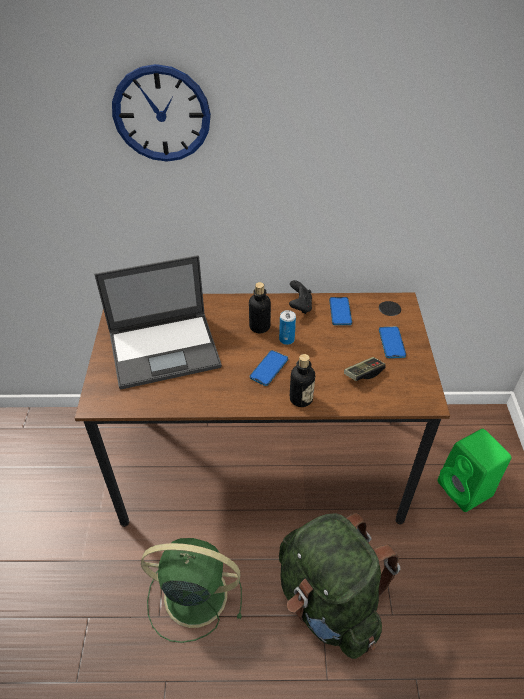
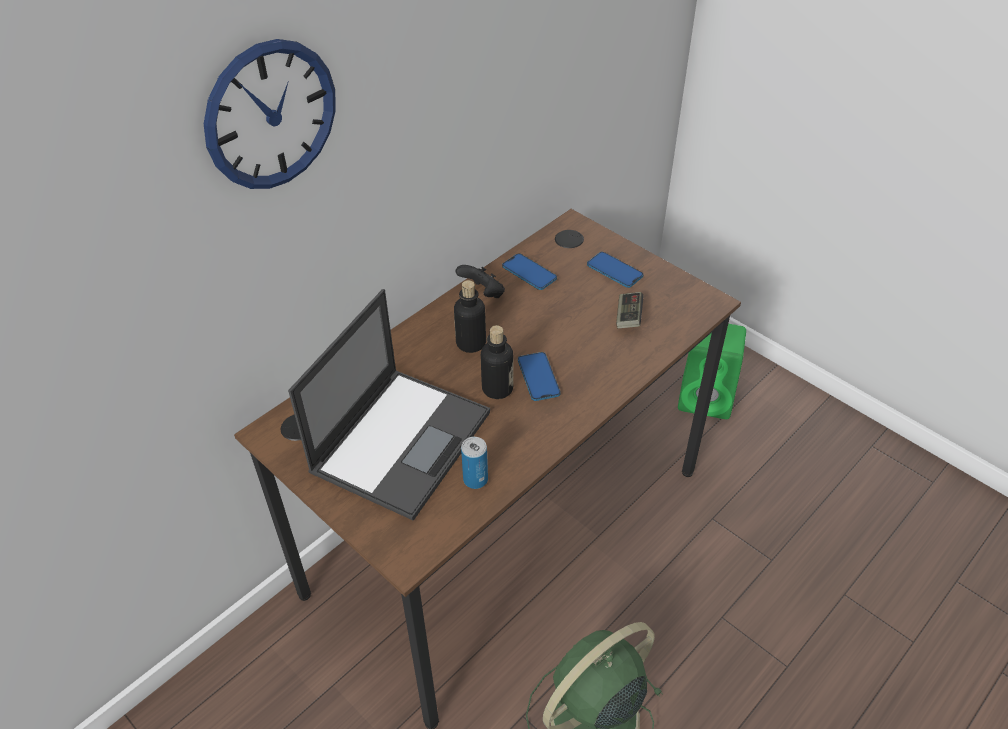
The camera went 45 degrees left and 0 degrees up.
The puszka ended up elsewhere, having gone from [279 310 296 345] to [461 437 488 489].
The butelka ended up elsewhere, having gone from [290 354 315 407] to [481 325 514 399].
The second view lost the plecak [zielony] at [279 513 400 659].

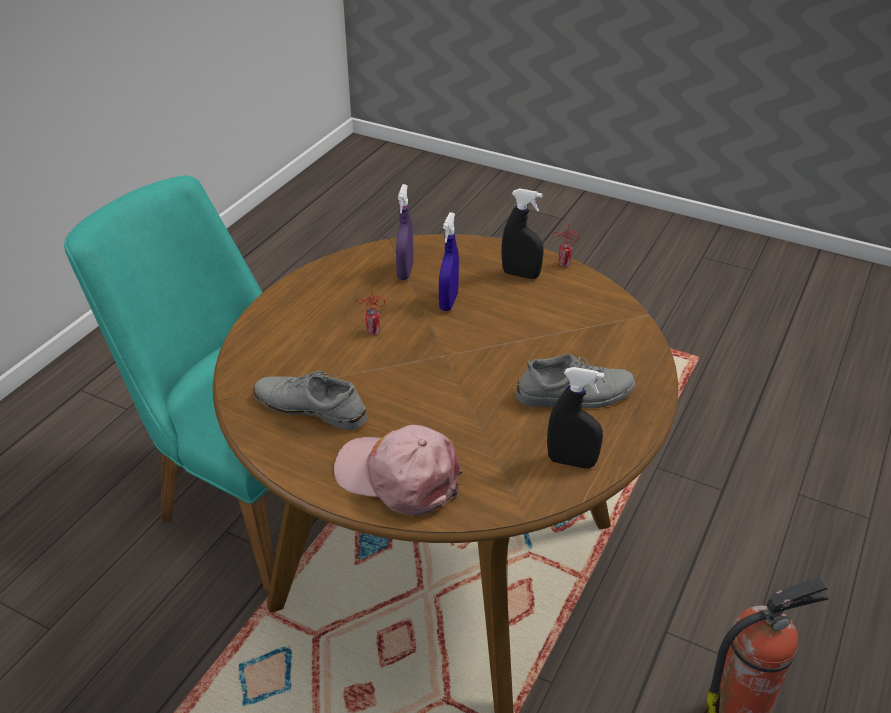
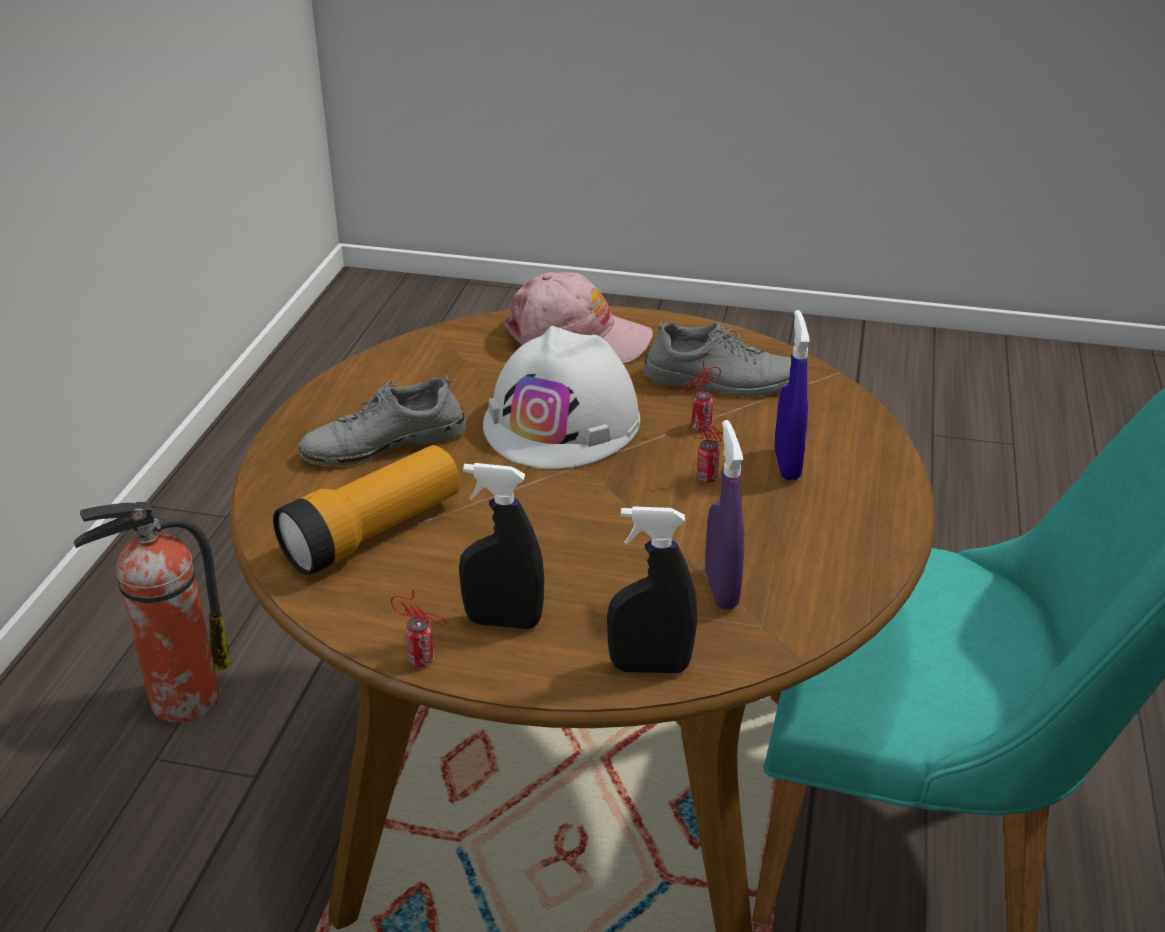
The camera went 165 degrees right and 5 degrees down.
The spryskiwacz [niebieski] ended up elsewhere, having gone from [439 212 459 311] to [775 310 810 480].
The spryskiwacz [czarny] ended up elsewhere, having gone from [547 367 604 469] to [607 506 697 673].
The second view gained the kask [biały] at [483 326 640 469].
The second view gained the puszka at [680 360 721 431].
The second view gained the latarka at [273 445 459 575].

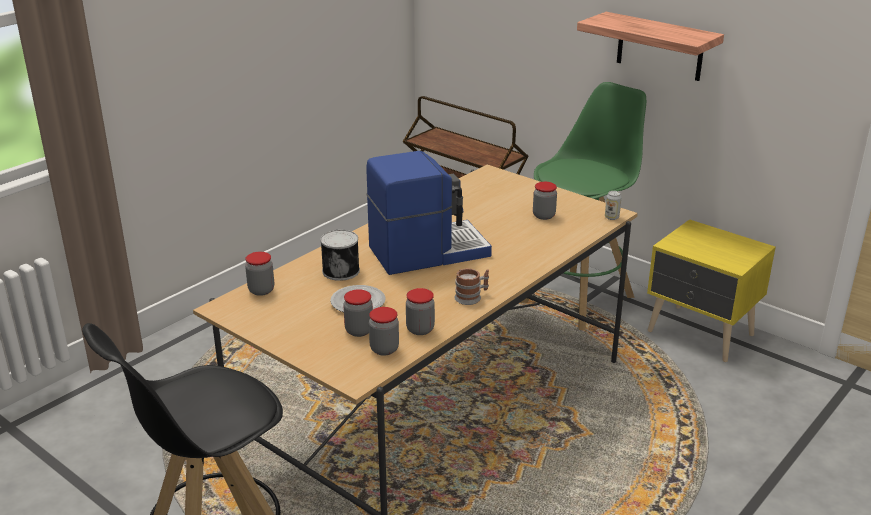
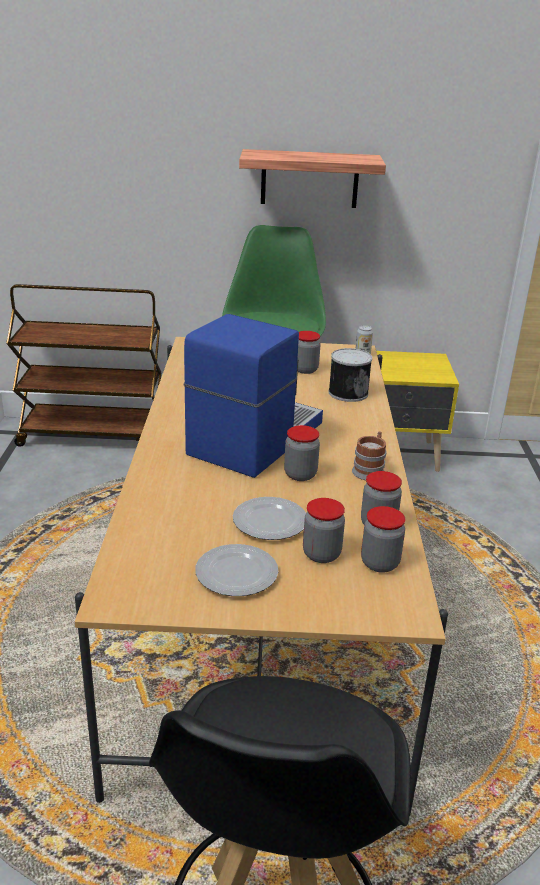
The camera went 40 degrees left and 0 degrees up.
The puszka ended up elsewhere, having gone from [320 230 360 281] to [328 348 372 402].
The słoik ended up elsewhere, having gone from [245 252 274 296] to [284 425 320 481].
The second view gained the talerz at [195 544 278 596].

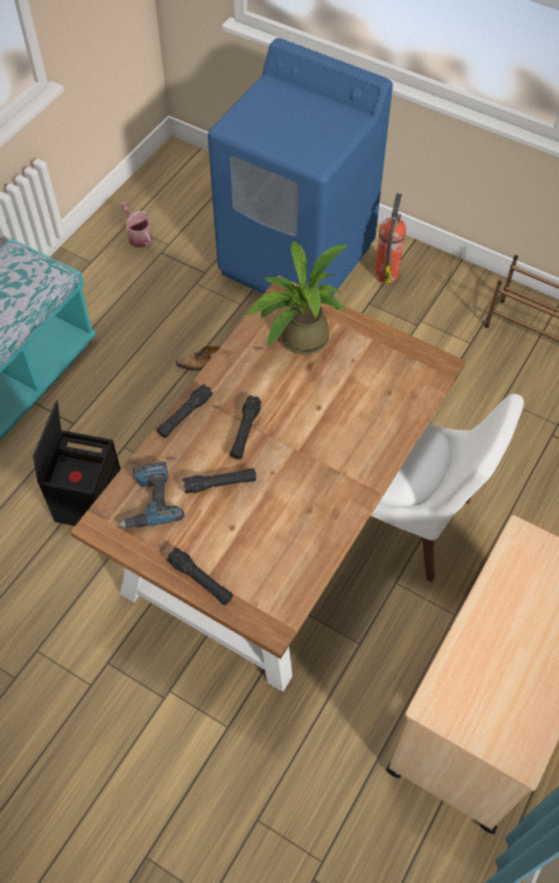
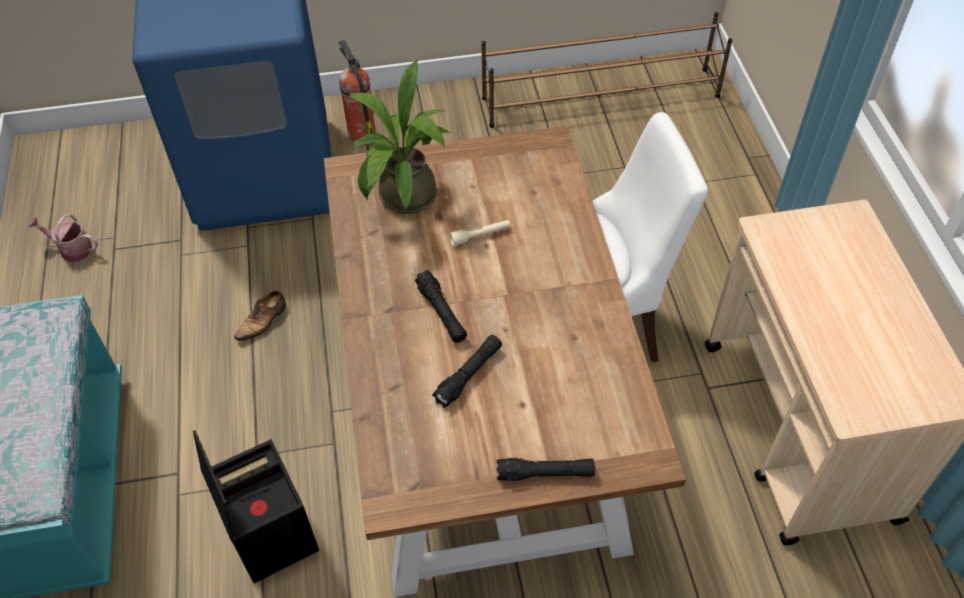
The camera went 40 degrees left and 5 degrees down.
The second view lost the latarka [czarny] at [157 384 213 438].
The second view lost the wiertarka at [119 462 185 528].
The second view gained the latarka [beżowy] at [449 220 510 247].

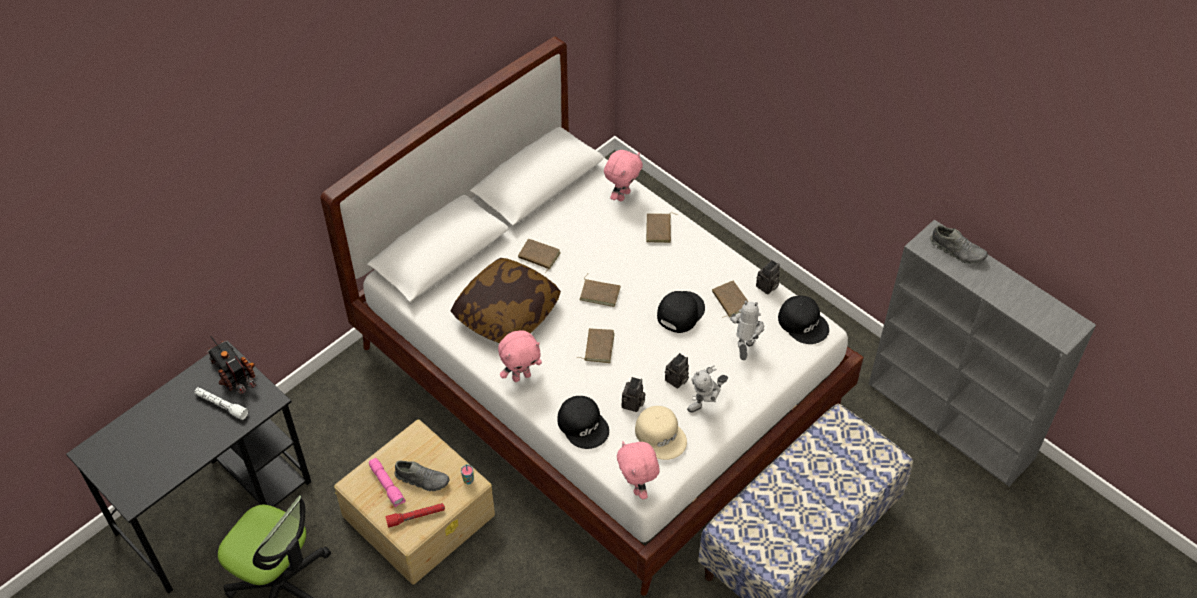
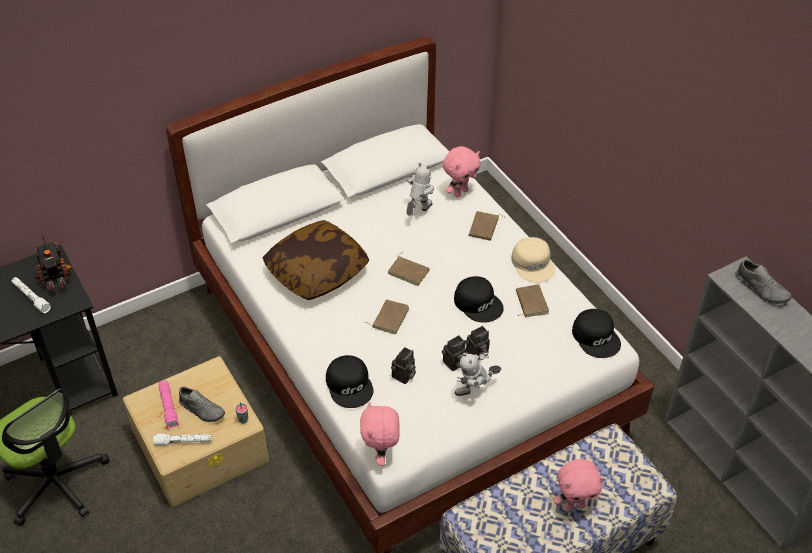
The camera went 15 degrees right and 5 degrees down.
The second view lost the książka [brązowy] at [518 239 560 273].
The aparat fotograficzny ended up elsewhere, having gone from [756 260 780 294] to [465 326 490 357].
The czapka z daszkiem [czarny] at [657 291 705 333] ended up facing another way, 90 degrees clockwise from before.
The robot zabawkowy ended up elsewhere, having gone from [730 301 764 360] to [406 163 434 216].
The pluszak [różowy] ended up elsewhere, having gone from [498 330 542 382] to [554 459 604 511].
The czapka z daszkiem [beżowy] ended up elsewhere, having gone from [635 406 687 460] to [511 237 555 283].
What was the latarka [czerwony] at [385 503 445 528] turned into the latarka [biały] at [153 434 212 446].

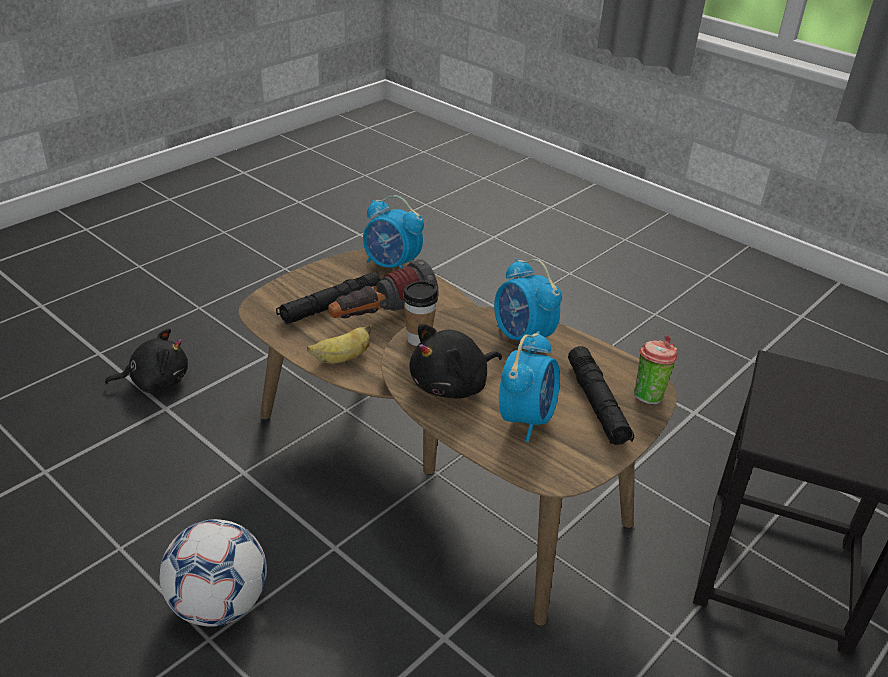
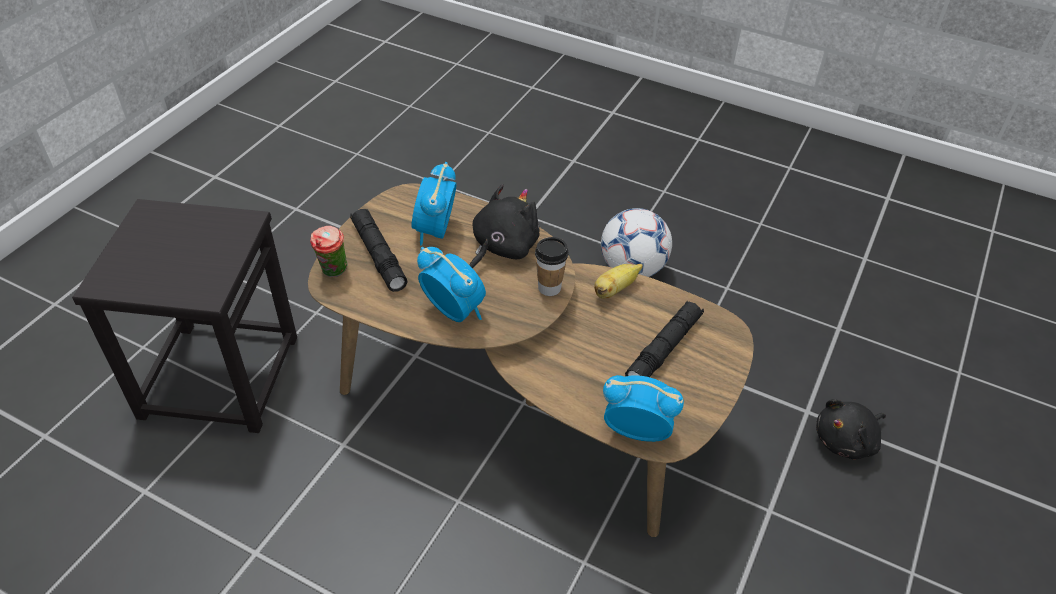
The camera went 165 degrees right and 10 degrees up.
The second view lost the latarka at [328 259 439 318].

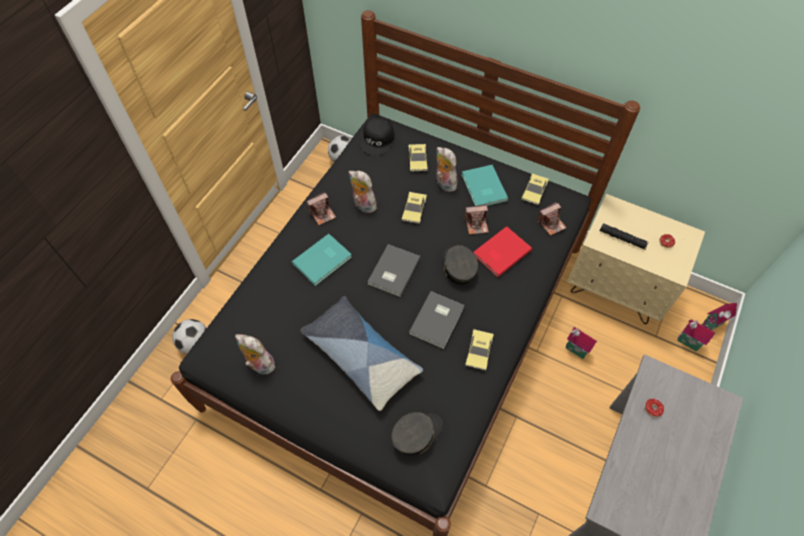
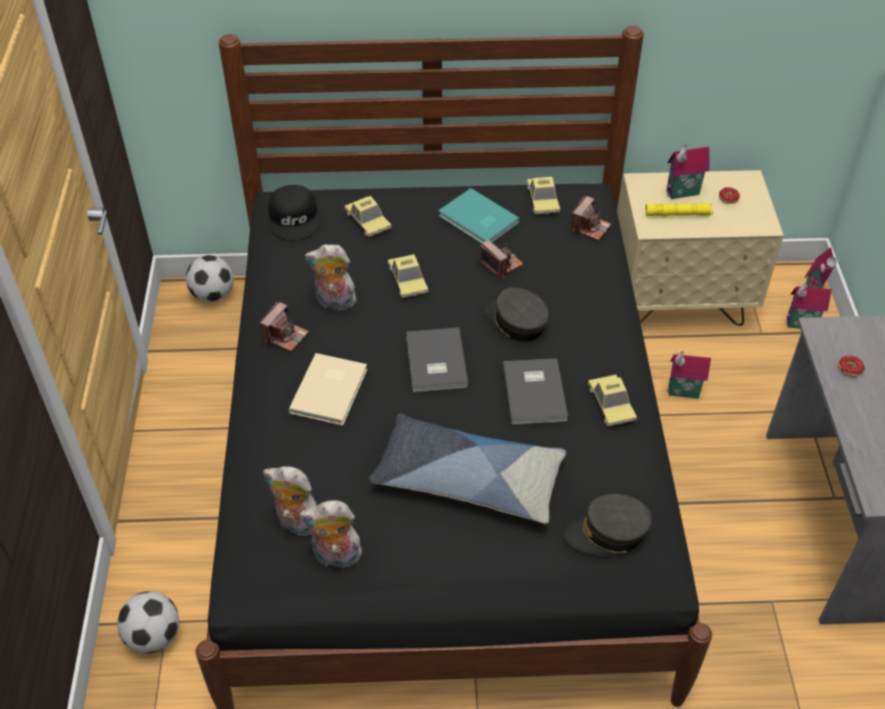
The camera went 30 degrees left and 10 degrees down.
The pluszak ended up elsewhere, having gone from [436 147 458 192] to [263 466 317 536].
The aparat fotograficzny at [464 204 489 235] ended up facing another way, 90 degrees counterclockwise from before.
What was the latarka [czarny] at [600 223 649 250] turned into the latarka [żółty] at [645 203 713 217].
The second view lost the książka [czerwony] at [473 226 532 277].
What was the książka [turkusowy] at [292 234 352 286] turned into the książka [beżowy] at [288 353 367 426].
The czapka z daszkiem [szary] at [391 412 443 455] ended up facing another way, 120 degrees counterclockwise from before.
The second view gained the domek at [666 144 710 199].

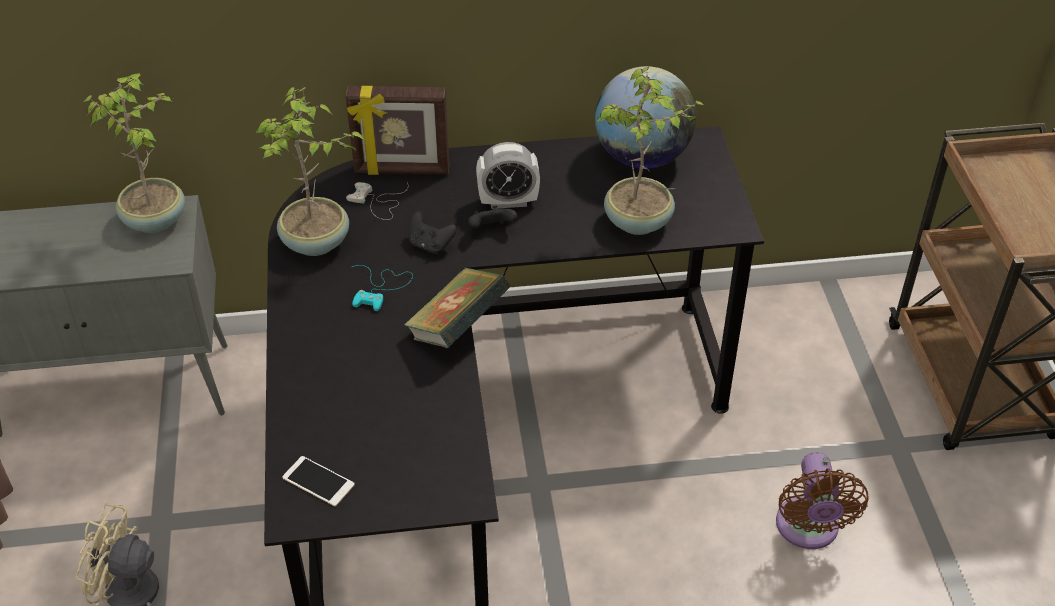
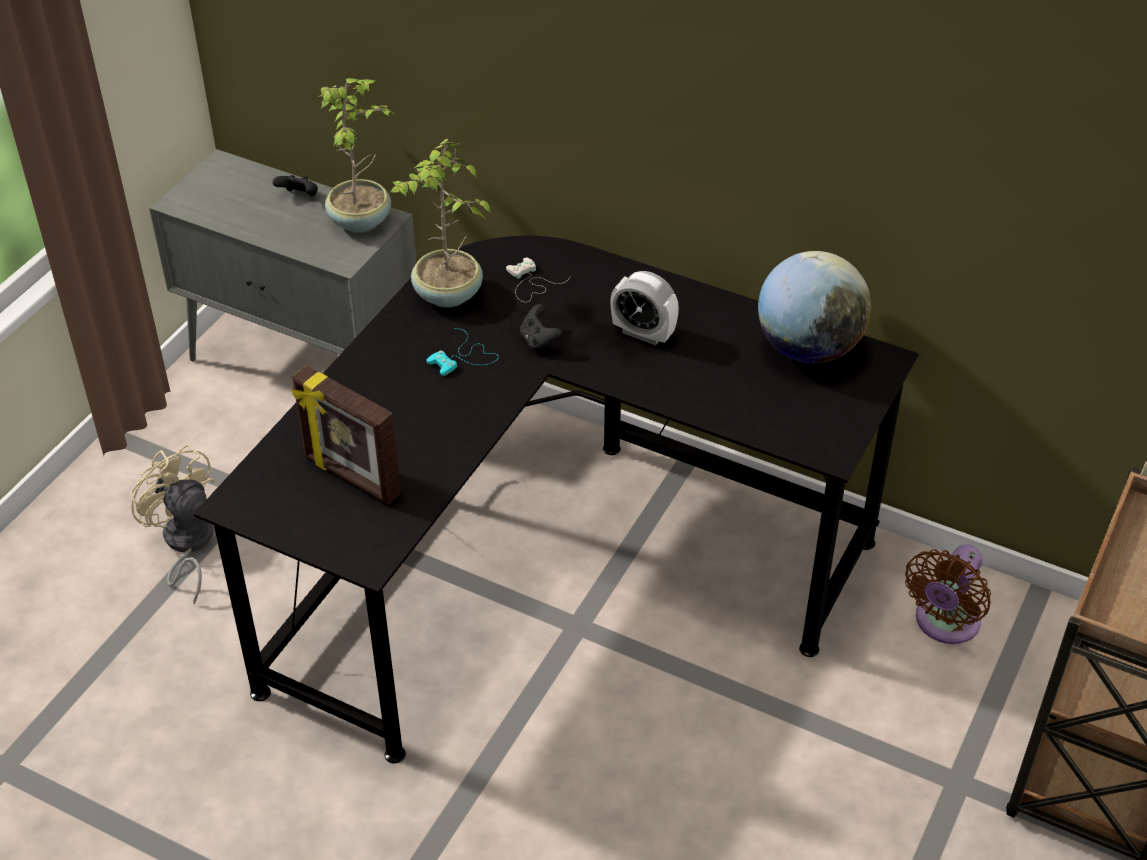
The camera went 35 degrees right and 0 degrees up.
The second view lost the roślina doniczkowa at [596 67 705 235].
The ramka na zdjęcie ended up elsewhere, having gone from [346 86 449 175] to [291 365 401 505].
The pad do gier [czarny] ended up elsewhere, having gone from [468 206 517 229] to [272 175 318 196].
The second view lost the książka at [404 268 511 348].
The wentylator [brązowy] ended up elsewhere, having gone from [776 452 869 549] to [905 544 991 644].
The second view lost the telefon at [282 456 355 506].

